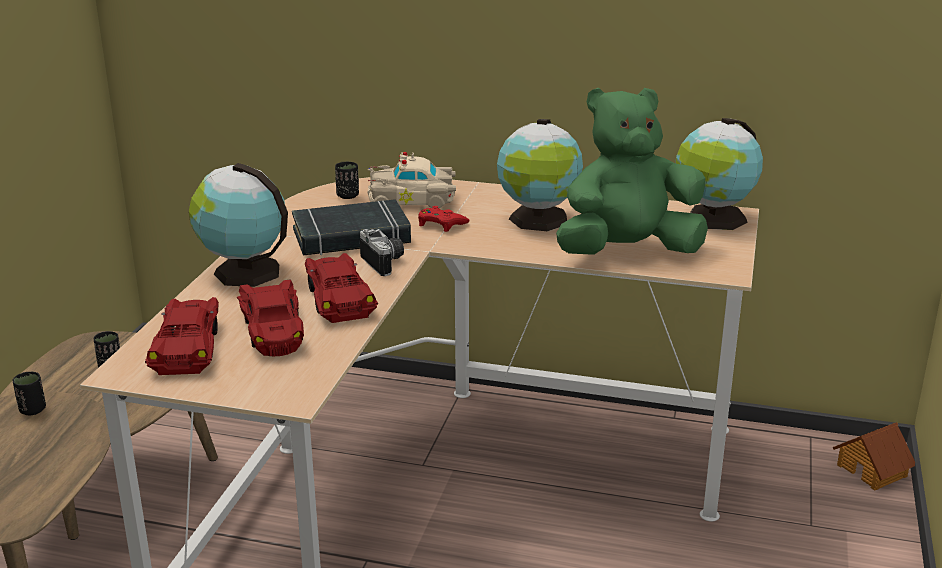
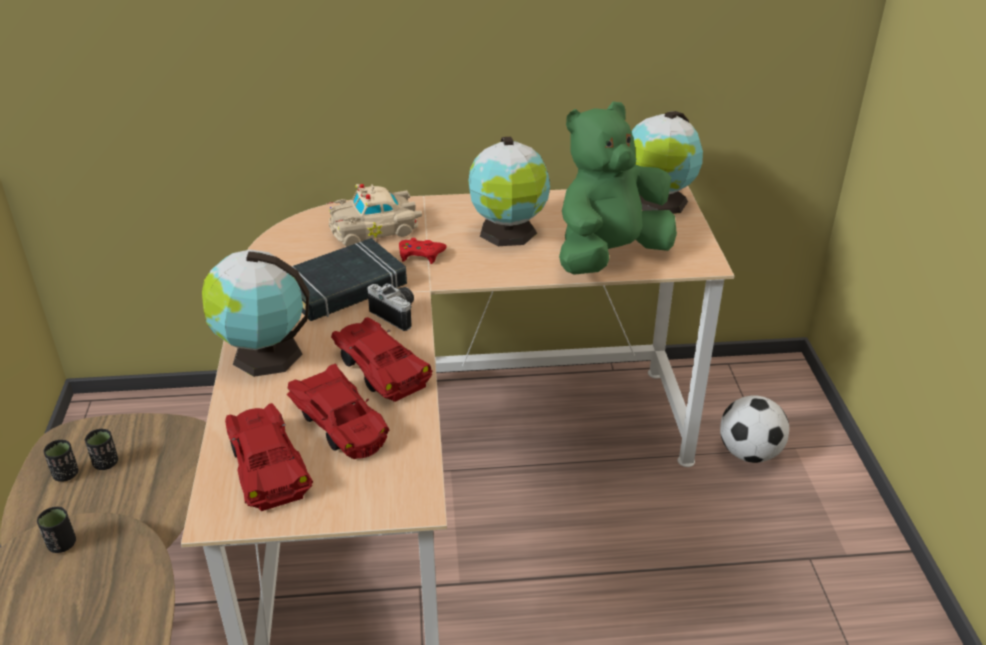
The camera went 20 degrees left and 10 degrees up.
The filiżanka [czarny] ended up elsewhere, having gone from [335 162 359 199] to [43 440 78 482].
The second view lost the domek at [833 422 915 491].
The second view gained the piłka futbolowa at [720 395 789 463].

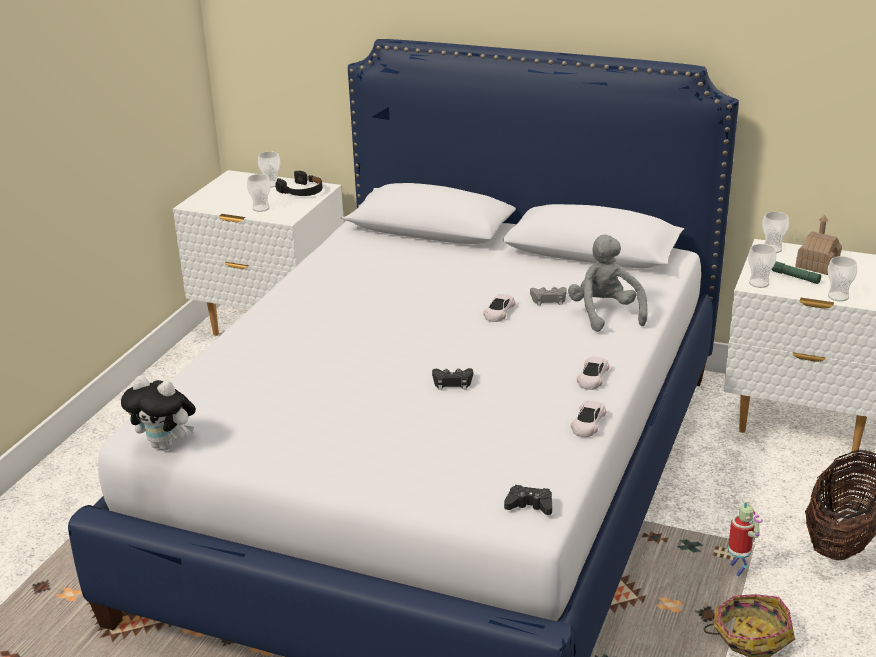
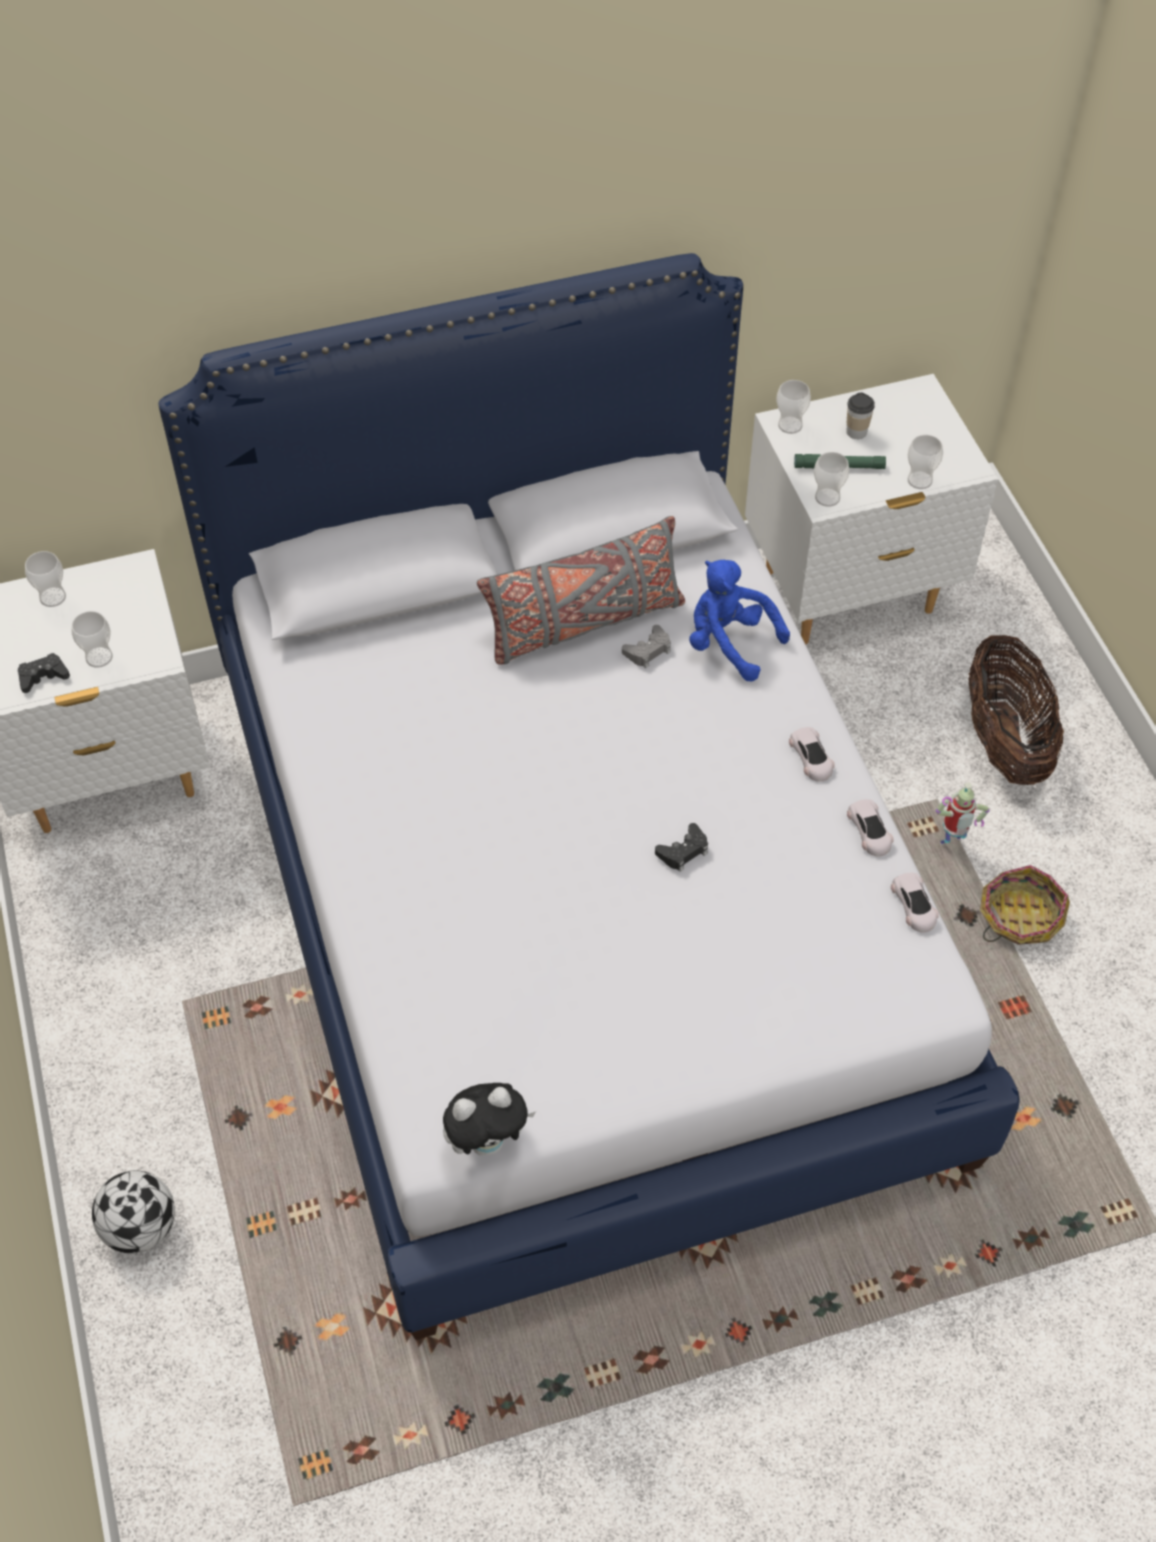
The camera went 40 degrees left and 25 degrees up.
The second view lost the słuchawki [czarny] at [275 171 323 196].
Where the domek stood at [795 215 842 275], the filiżanka came to stand at [846 393 875 439].
What was the pluszak [szary] at [568 234 648 332] turned into the pluszak [niebieski] at [689 560 790 681].
The samochodzik [biały] ended up elsewhere, having gone from [483 294 516 322] to [891 873 939 933].
The pad do gier [czarny] ended up elsewhere, having gone from [504 485 552 515] to [18 653 70 693].
The robot zabawkowy at [728 498 763 578] ended up facing another way, 120 degrees clockwise from before.
The second view gained the poduszka [szary] at [477 516 685 665].
The second view gained the piłka futbolowa at [92 1171 175 1254].

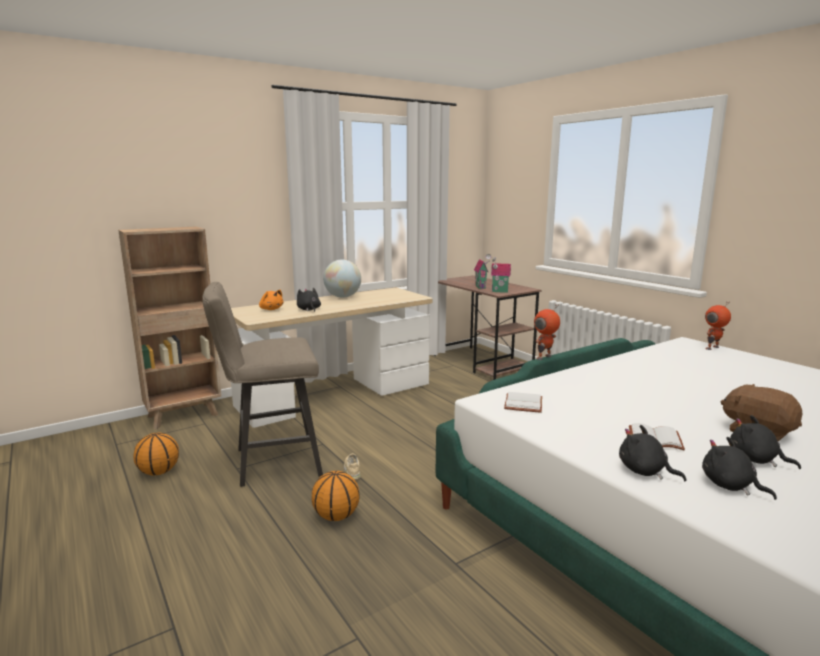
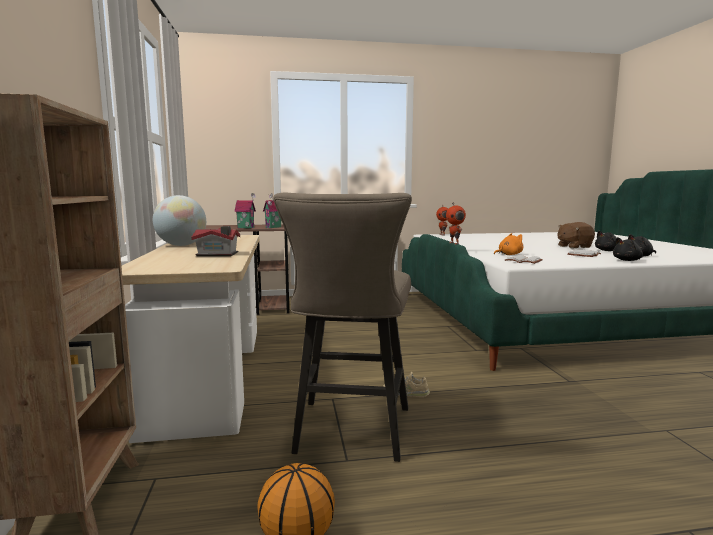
The camera went 65 degrees left and 5 degrees down.
Where the pluszak [czarny] stood at [297 288 321 312], the domek came to stand at [191 226 240 256].
The pluszak [pomarańczowy] ended up elsewhere, having gone from [259 290 284 310] to [494 233 523 255].
The second view lost the piłka do koszykówki at [312 471 360 521].

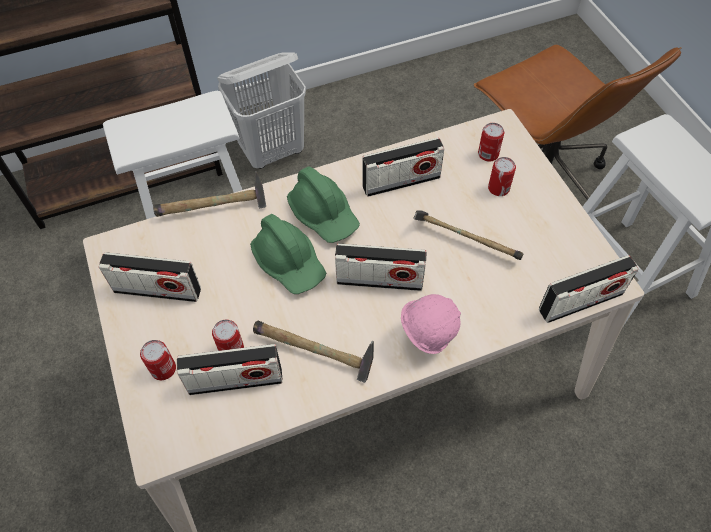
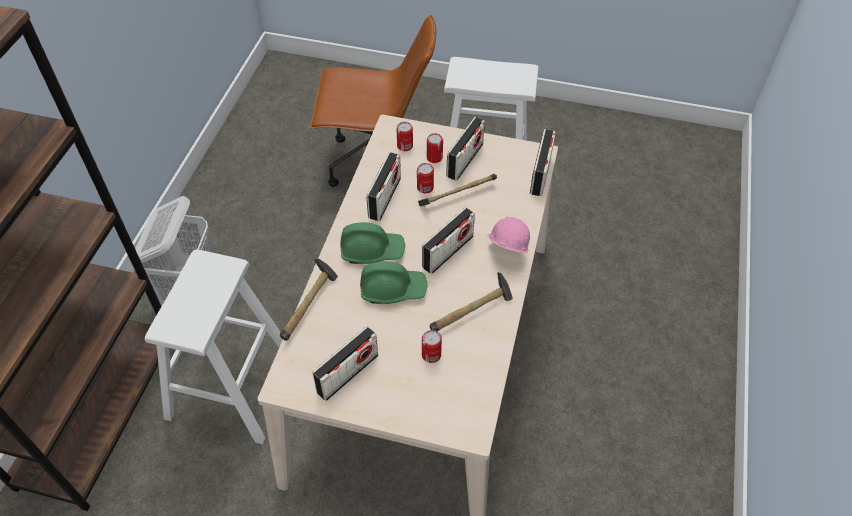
The camera went 55 degrees left and 5 degrees down.
The puszka ended up elsewhere, having gone from [140 340 176 380] to [417 163 434 193].
The radio ended up elsewhere, having gone from [177 344 283 395] to [446 117 485 181].

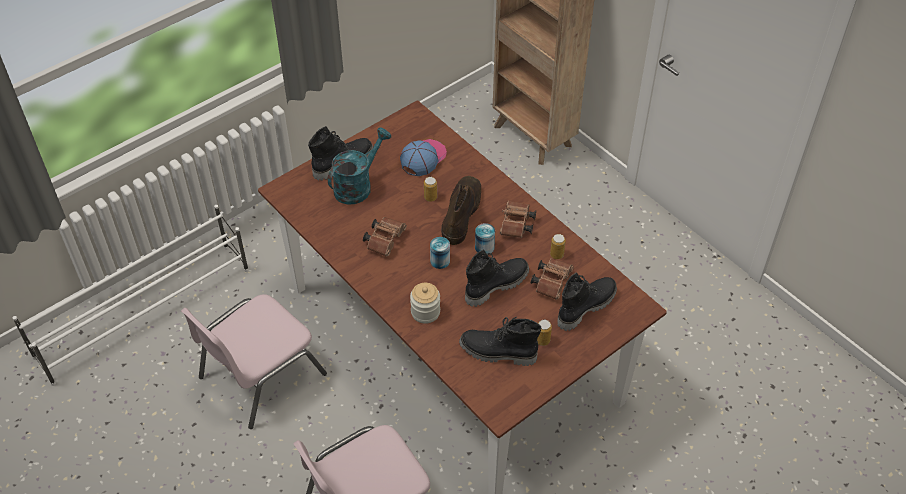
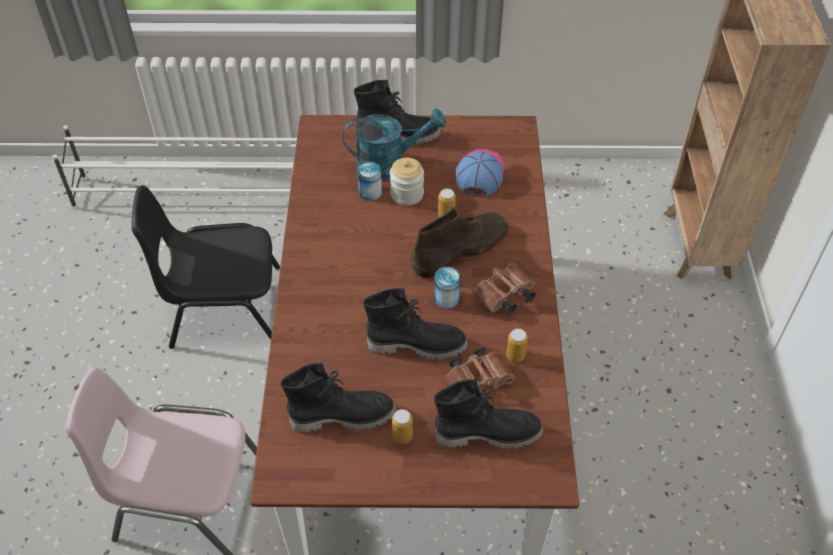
The camera went 40 degrees right and 0 degrees up.
The czapka z daszkiem at [400 139 447 176] ended up facing another way, 60 degrees counterclockwise from before.
The second view lost the lornetka [brązowy] at [363 217 407 257].
The puszka ended up elsewhere, having gone from [430 237 450 269] to [357 162 382 201].
The słoik ended up elsewhere, having gone from [410 283 440 324] to [390 158 424 206].
What was the krzesło [różowy] at [181 294 327 429] turned into the krzesło [czarny] at [131 185 280 349].
The but z cholewką [czarny] at [459 317 541 366] ended up facing another way, 120 degrees clockwise from before.

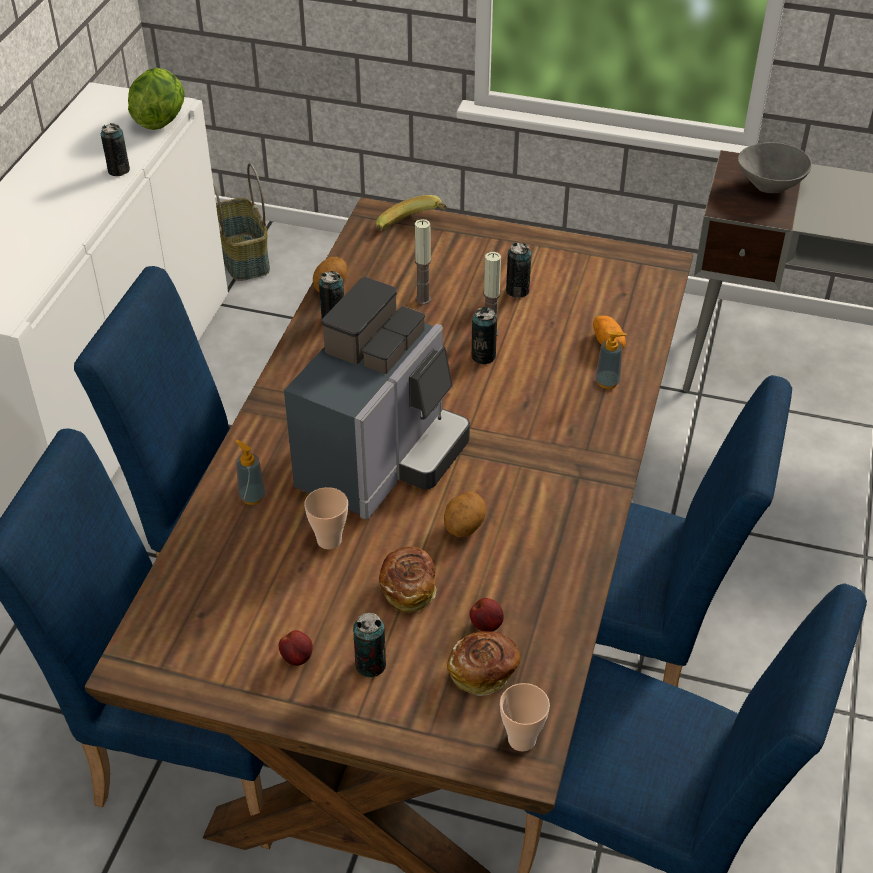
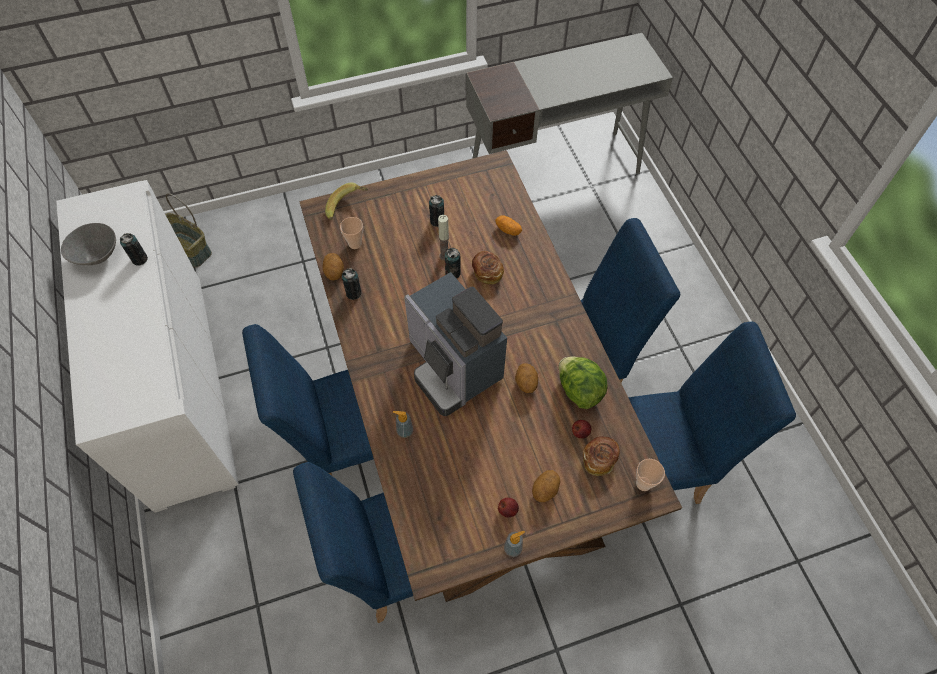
The camera went 35 degrees left and 15 degrees up.
The sałata ended up elsewhere, having gone from [128 68 185 130] to [559 356 608 409].
The miska [szary] ended up elsewhere, having gone from [738 142 812 193] to [61 223 116 265].
The second view lost the świeca at [414 219 431 305].
The ekspres do kawy at [284 277 470 520] ended up facing another way, 150 degrees clockwise from before.
The dozownik mydła ended up elsewhere, having gone from [595 331 627 389] to [504 531 525 557].
The filiżanka ended up elsewhere, having gone from [304 487 348 549] to [340 217 363 249].
The chleb ended up elsewhere, having gone from [379 547 437 613] to [472 251 504 285].
Where the puszka stood at [353 613 386 677], the ziemniak came to stand at [532 470 560 502].

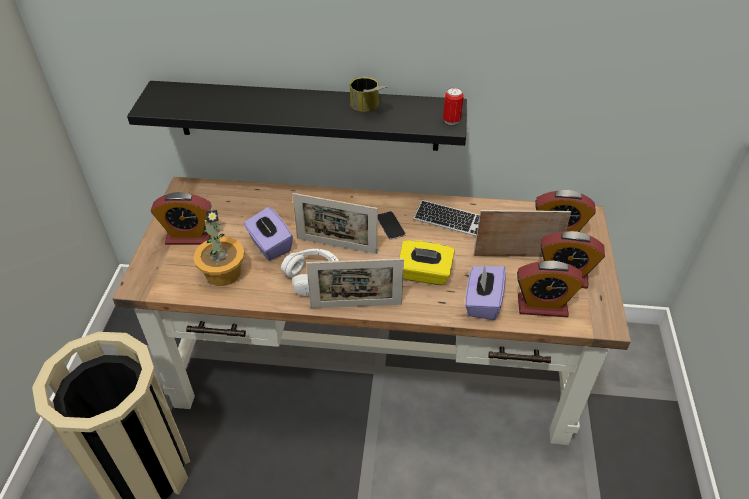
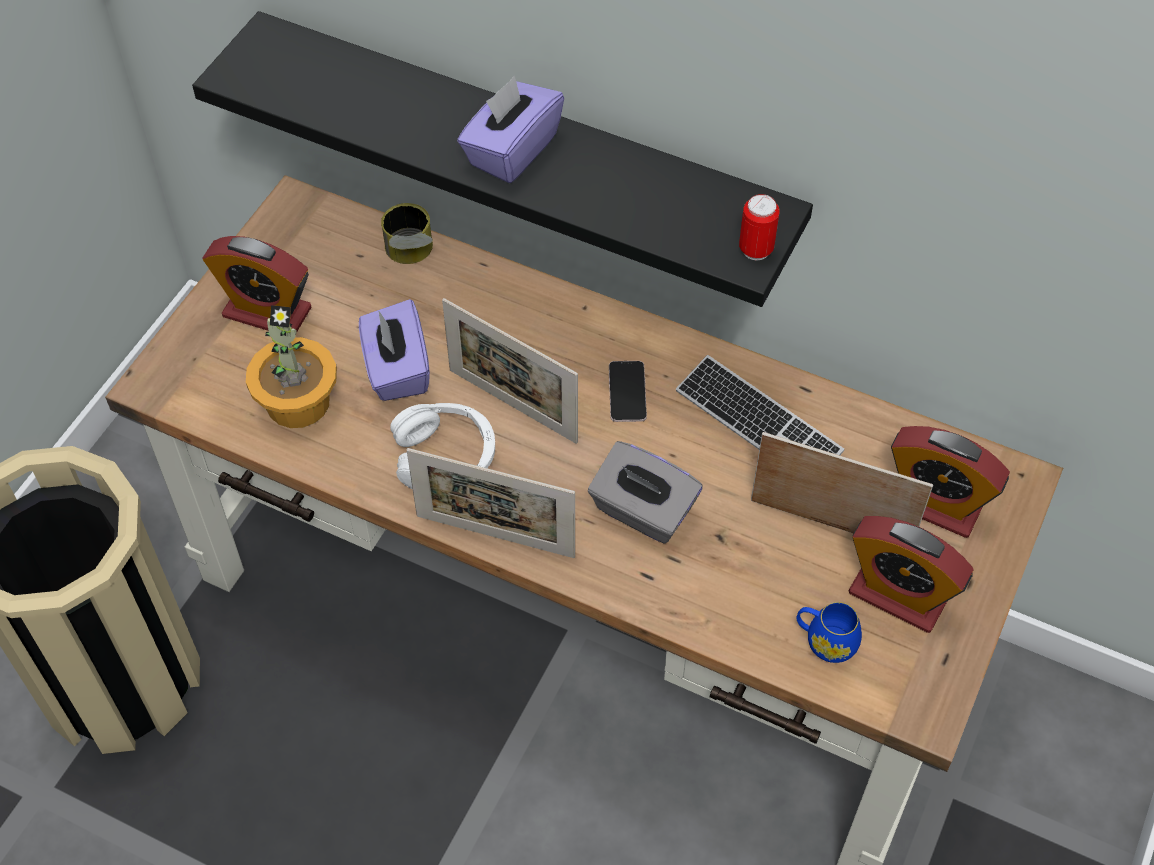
The camera went 20 degrees right and 10 degrees up.
The puszka ended up elsewhere, having gone from [350 77 389 112] to [381 203 433 264].
What was the pudełko chusteczek [żółty] at [399 240 455 285] turned into the pudełko chusteczek [szary] at [588 441 703 543].
Where the budzik stood at [517 261 584 317], the kubek [niebieski] came to stand at [796 602 862 663].
The pudełko chusteczek [fioletowy] ended up elsewhere, having gone from [465 264 506 320] to [457 76 564 183].

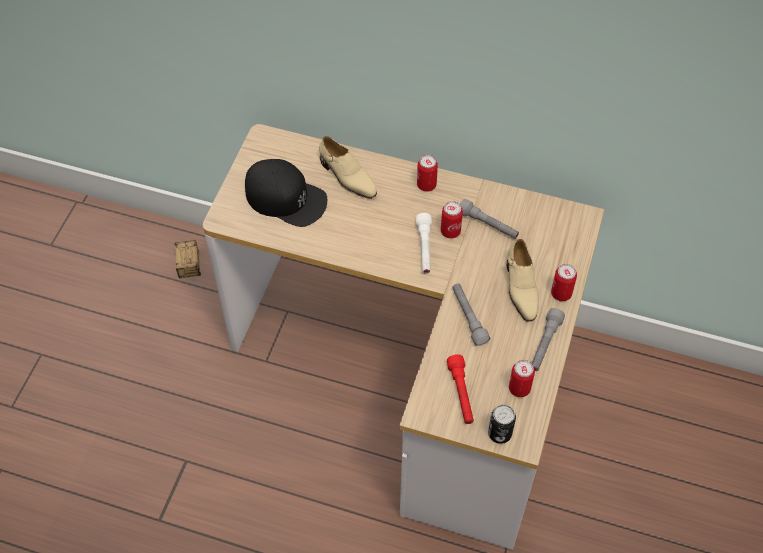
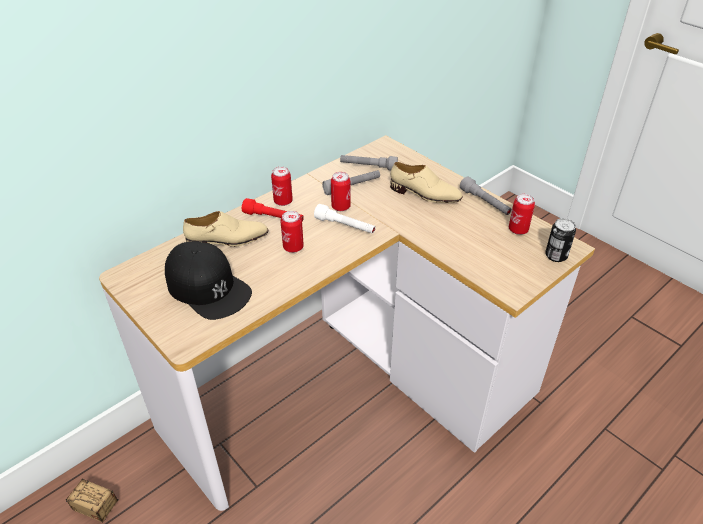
The camera went 60 degrees left and 15 degrees down.
The czapka z daszkiem [czarny] at [245 159 327 227] ended up facing another way, 75 degrees clockwise from before.
The puszka ended up elsewhere, having gone from [551 264 577 301] to [280 211 304 253].
The latarka [szary] ended up elsewhere, having gone from [452 284 490 346] to [340 155 398 171].
The latarka [czerwony] ended up elsewhere, having gone from [447 354 474 424] to [242 198 304 222].

